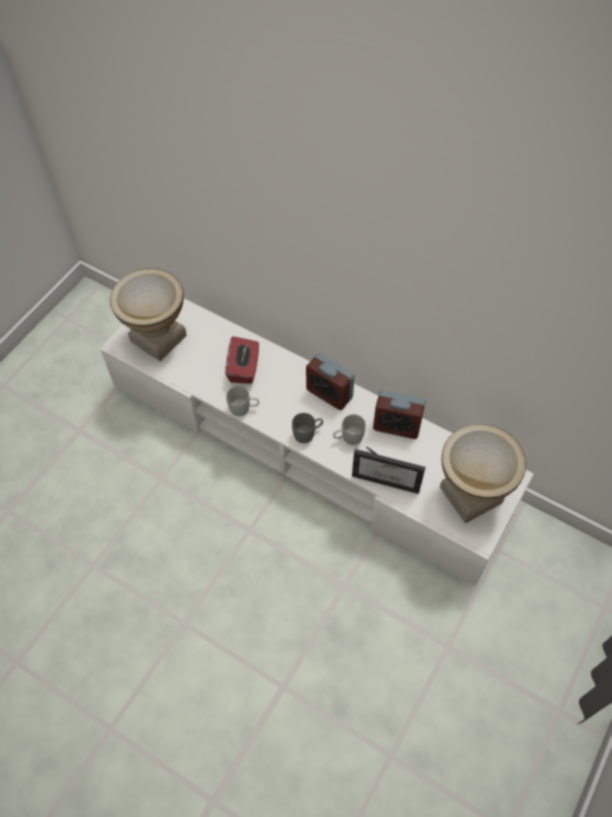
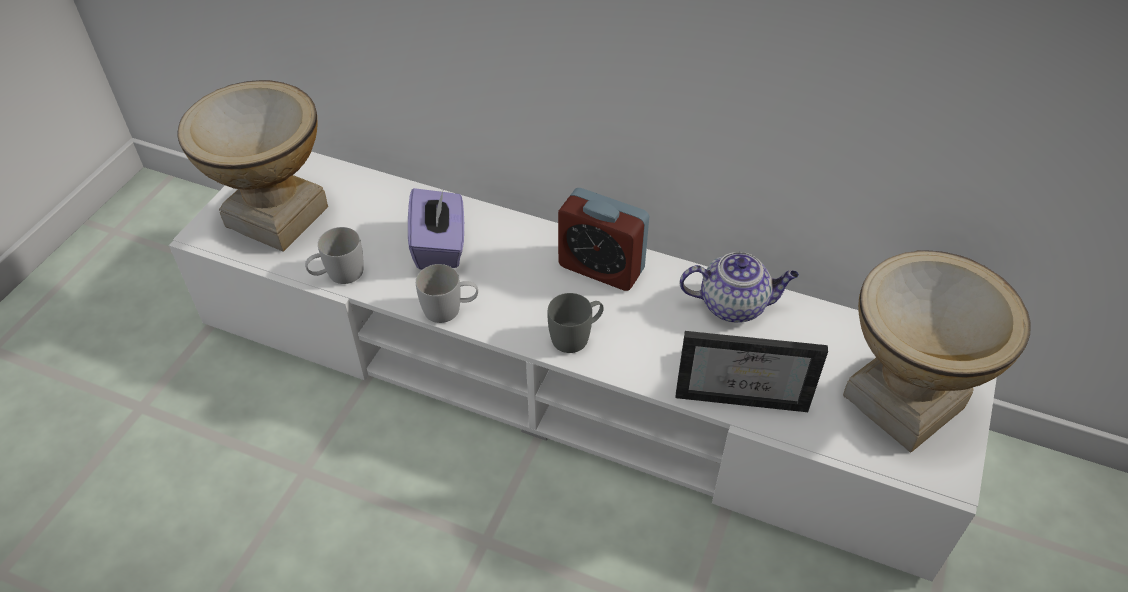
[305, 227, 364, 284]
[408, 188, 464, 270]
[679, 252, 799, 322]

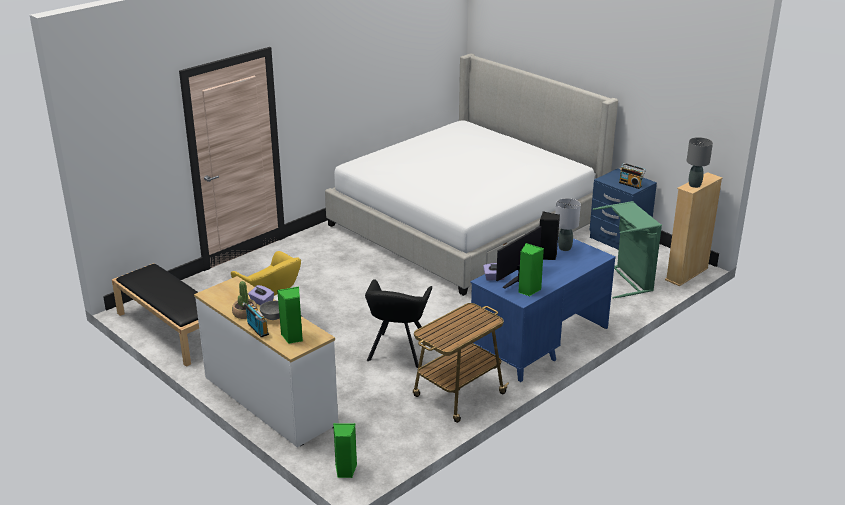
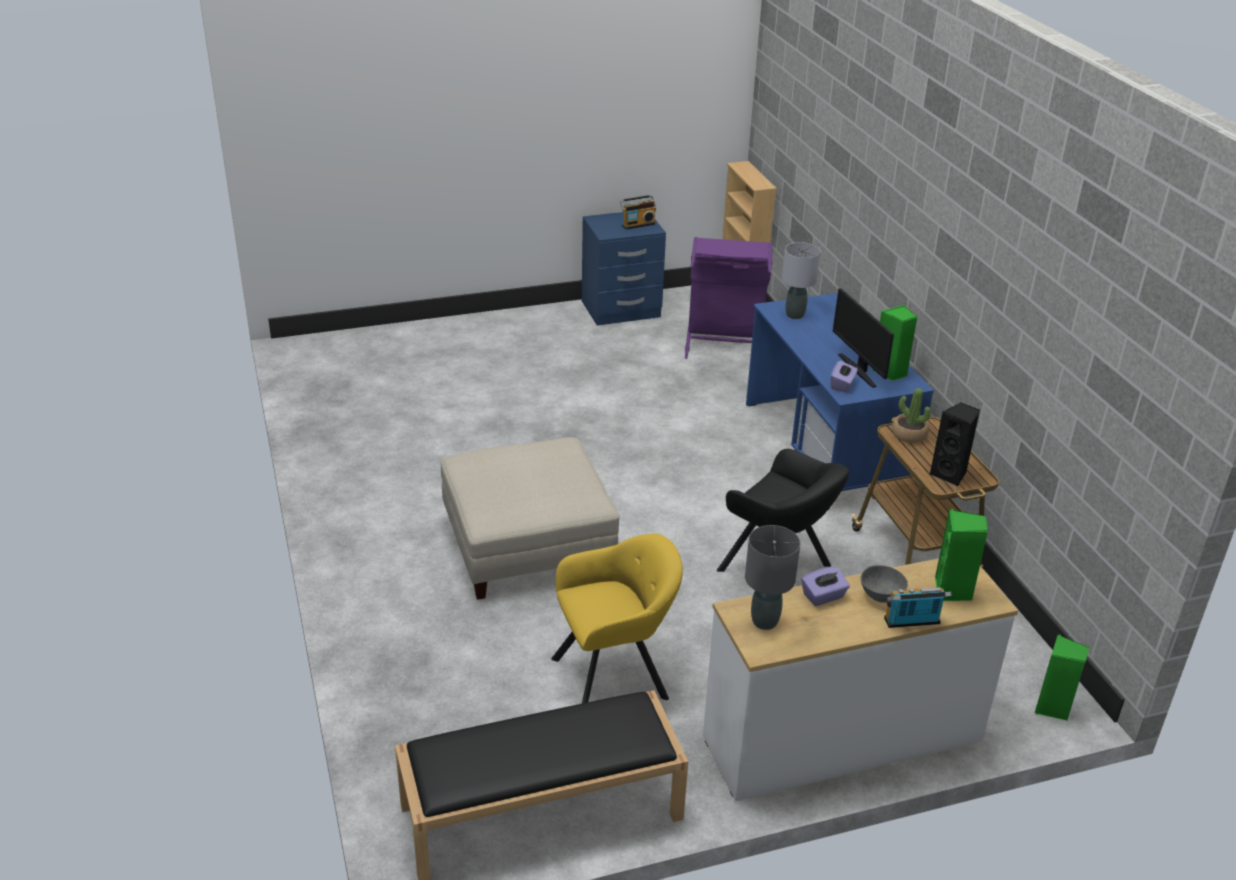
[441, 437, 619, 600]
[685, 237, 772, 359]
[745, 525, 800, 630]
[892, 388, 931, 443]
[930, 402, 980, 486]
[325, 53, 618, 296] (first image)

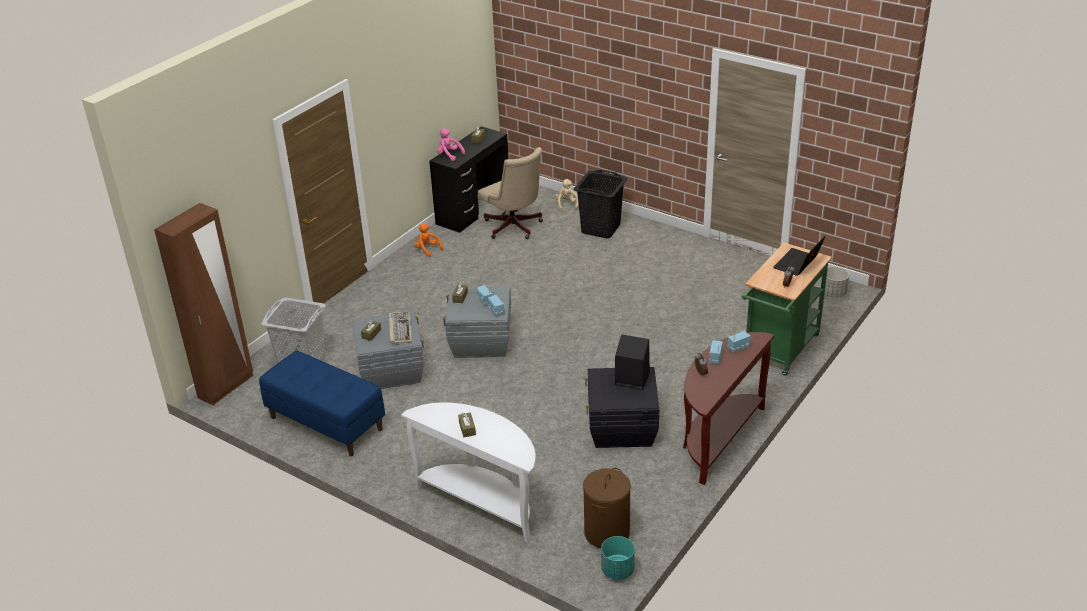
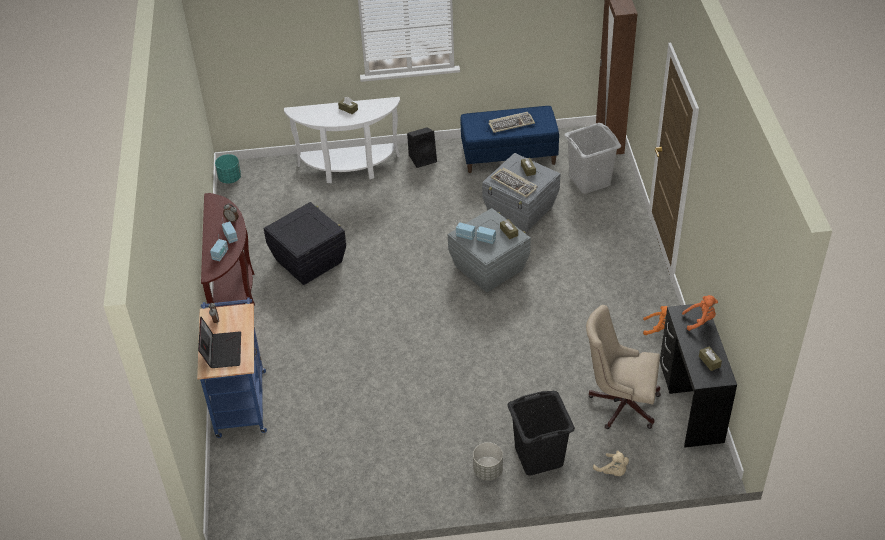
[197, 297, 267, 438]
[407, 127, 437, 168]
[473, 442, 503, 480]
[489, 112, 535, 133]
[682, 295, 718, 331]
[583, 468, 631, 548] (first image)

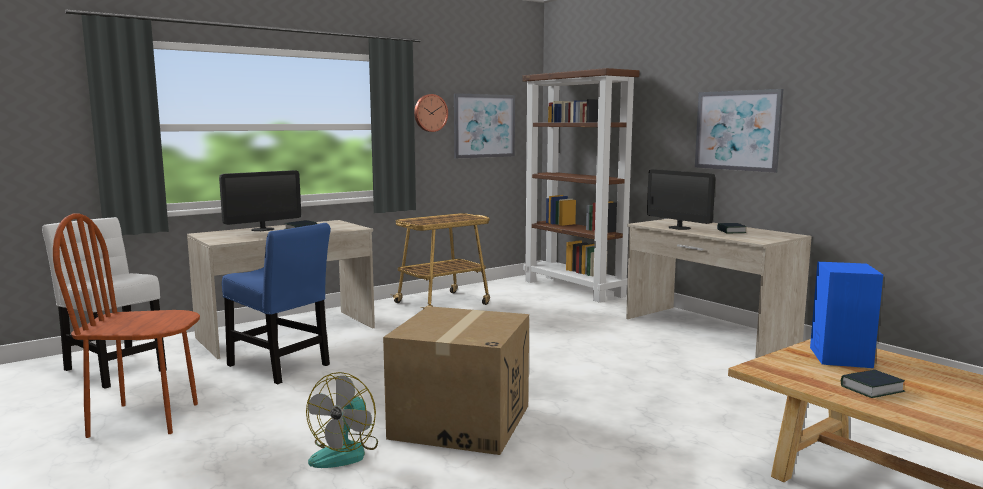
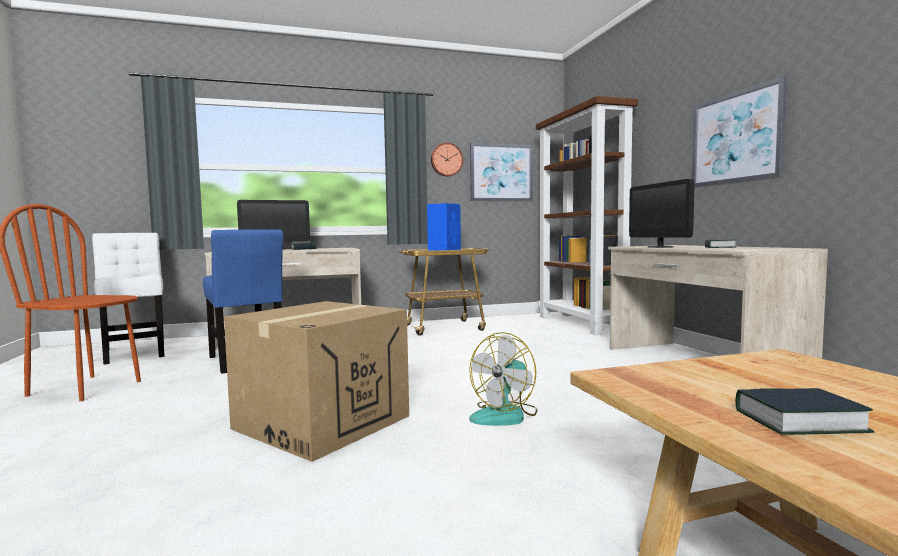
[427, 203, 461, 251]
[469, 332, 538, 426]

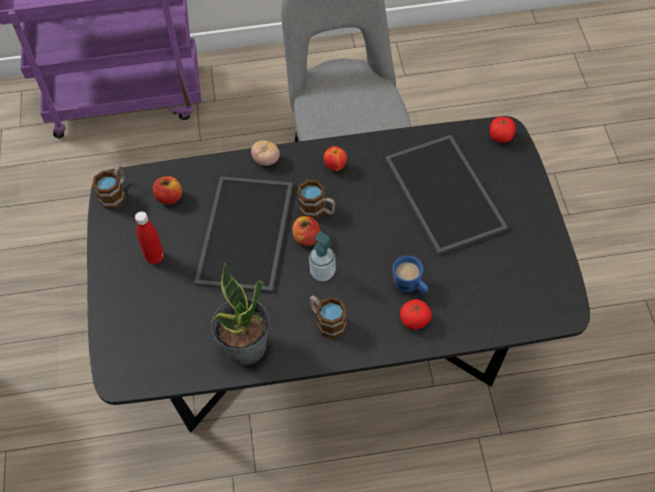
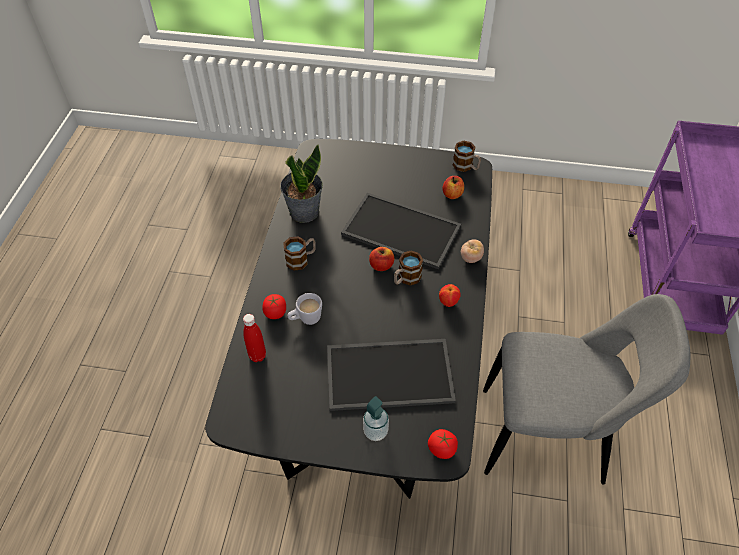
[243, 314, 266, 362]
[287, 293, 322, 325]
[363, 396, 389, 441]

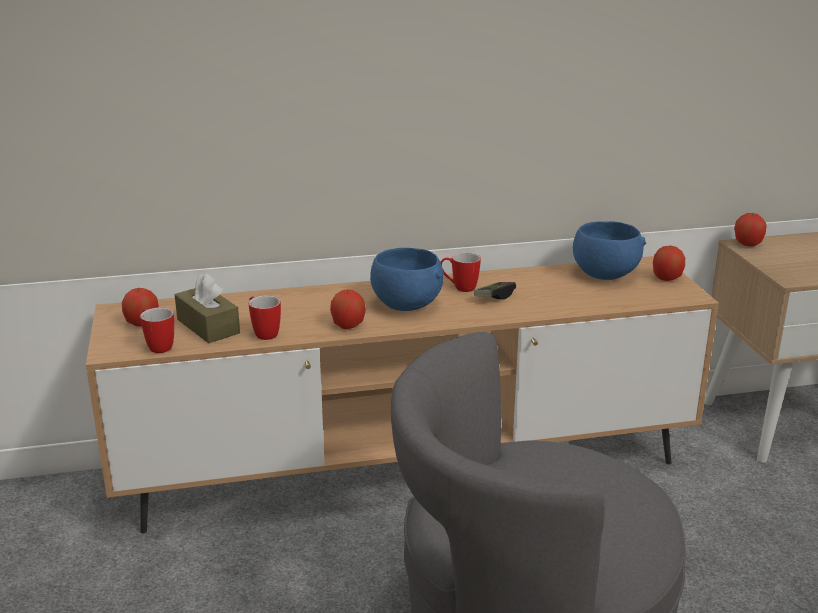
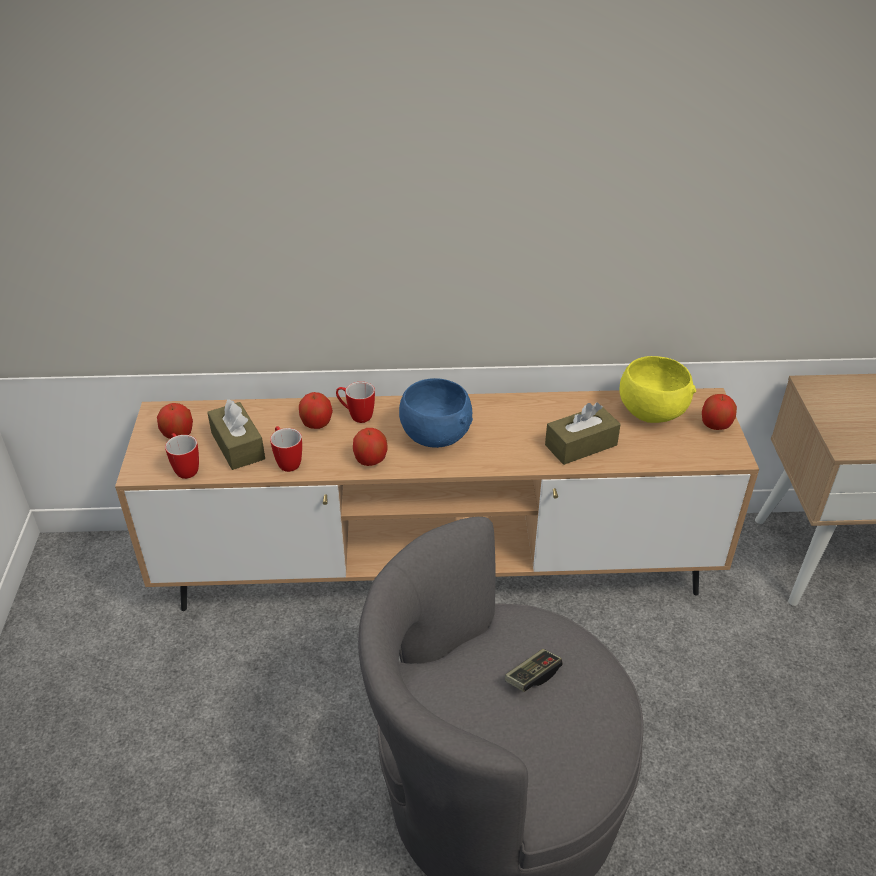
[299, 392, 333, 429]
[336, 382, 375, 423]
[505, 649, 563, 692]
[545, 402, 621, 465]
[619, 356, 696, 423]

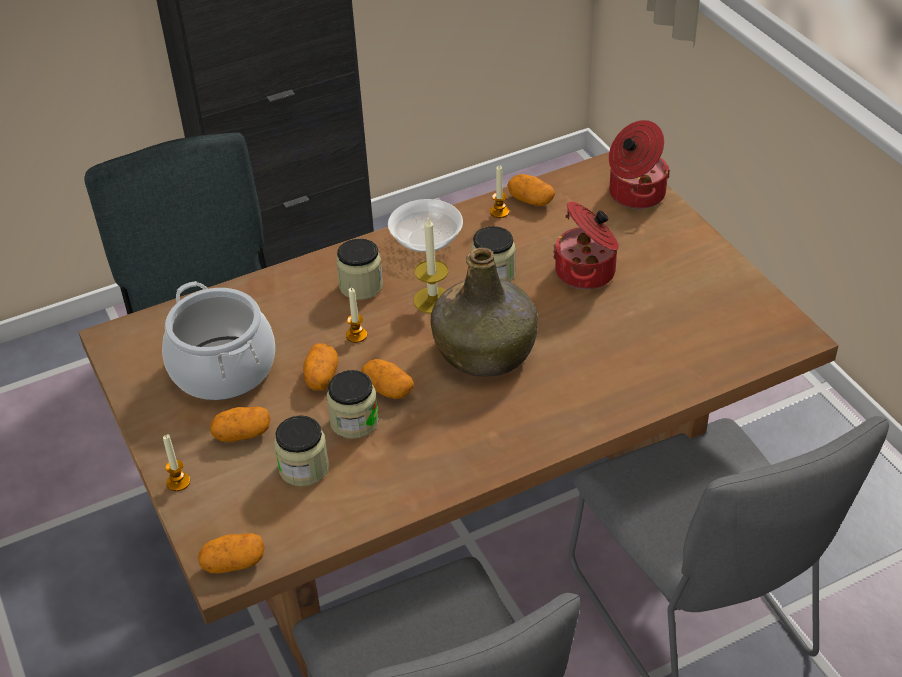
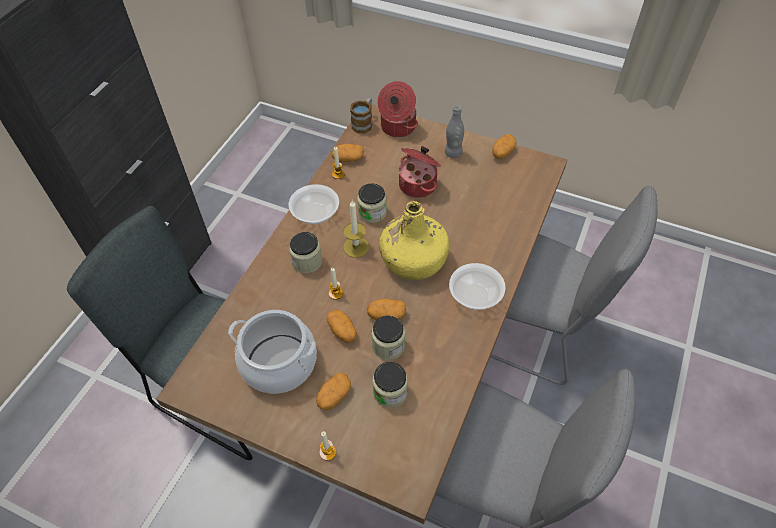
[350, 98, 372, 133]
[379, 201, 449, 280]
[445, 105, 464, 158]
[449, 263, 506, 310]
[492, 134, 517, 159]

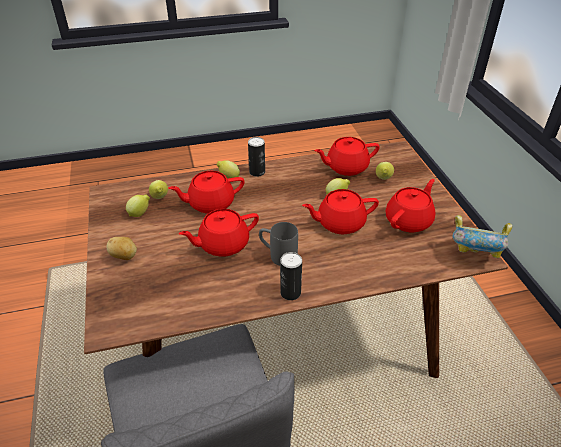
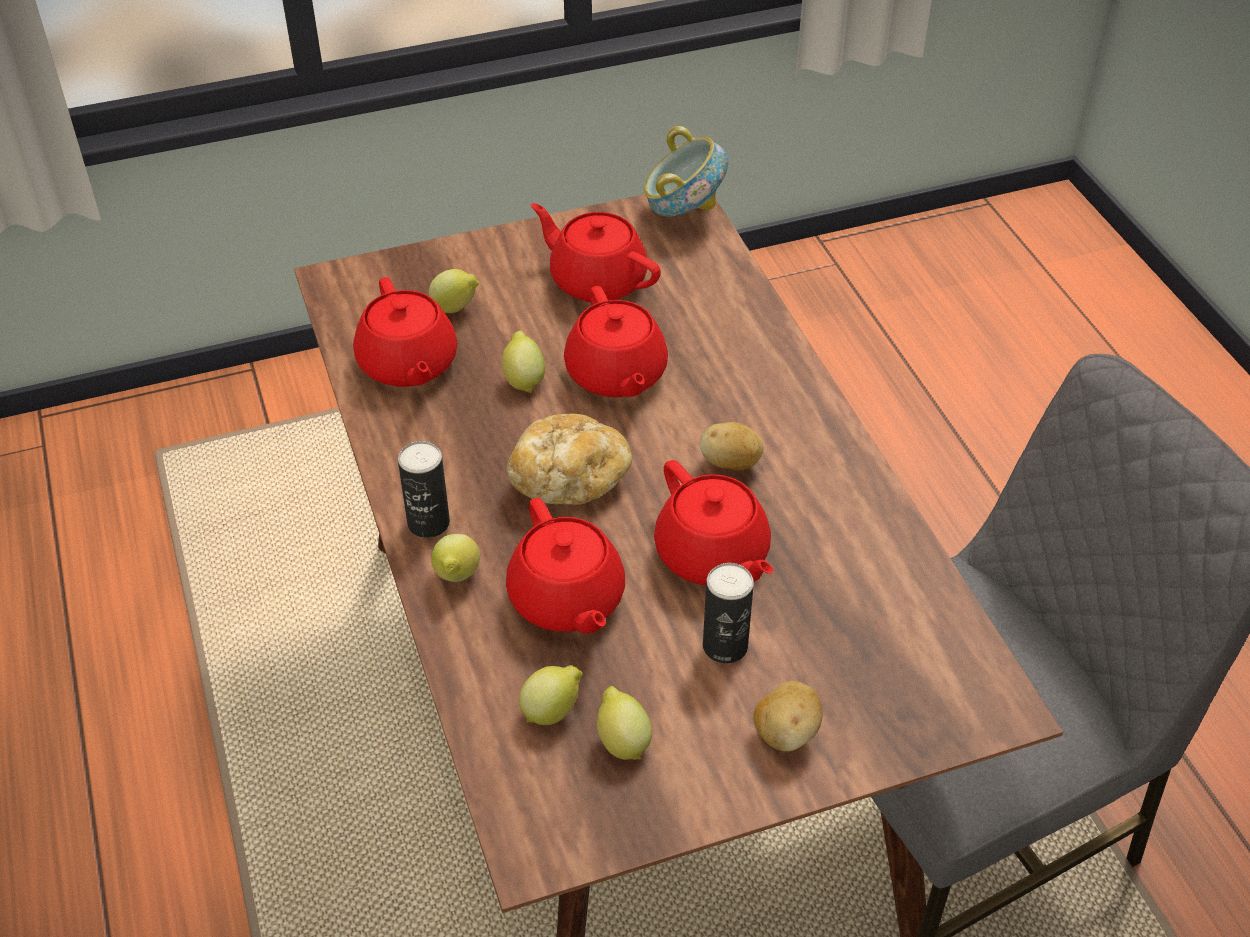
[507, 413, 632, 505]
[700, 422, 764, 470]
[703, 563, 754, 663]

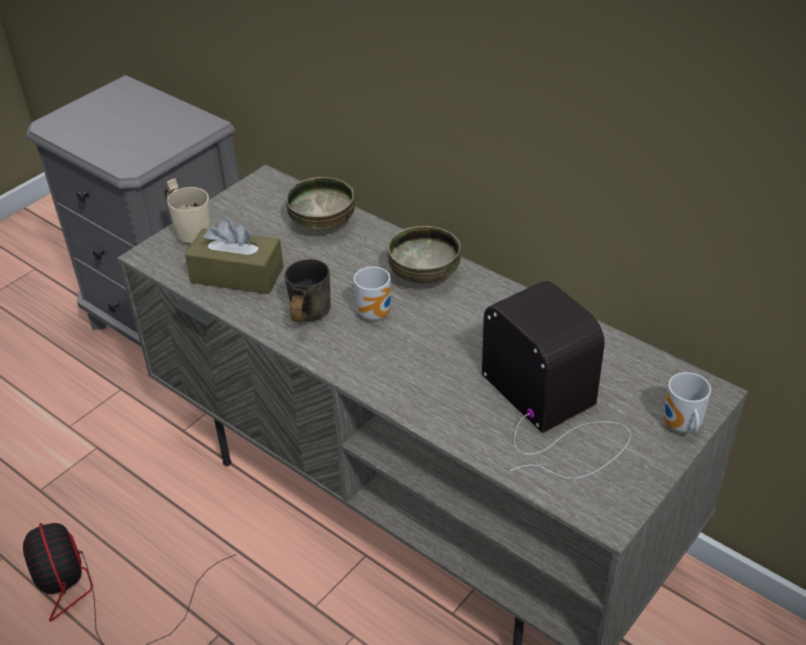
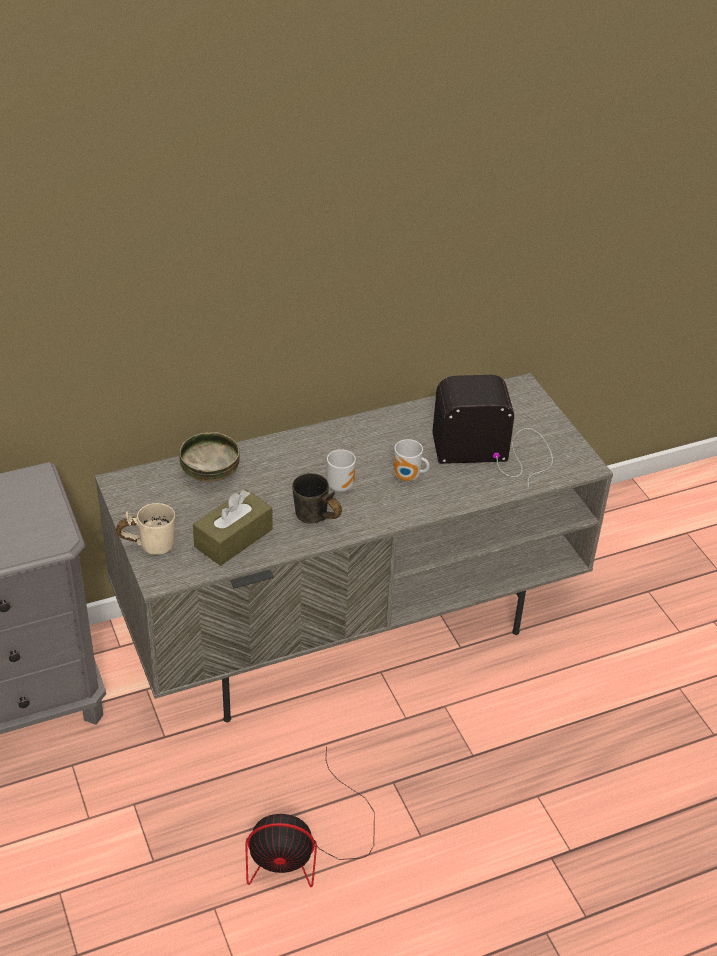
[393, 439, 429, 482]
[388, 226, 461, 283] (first image)

